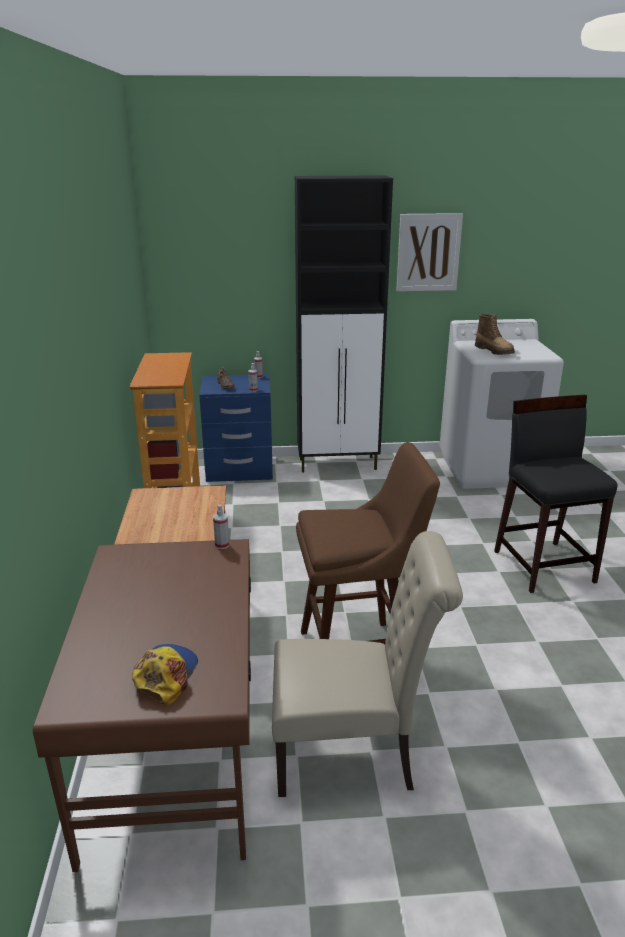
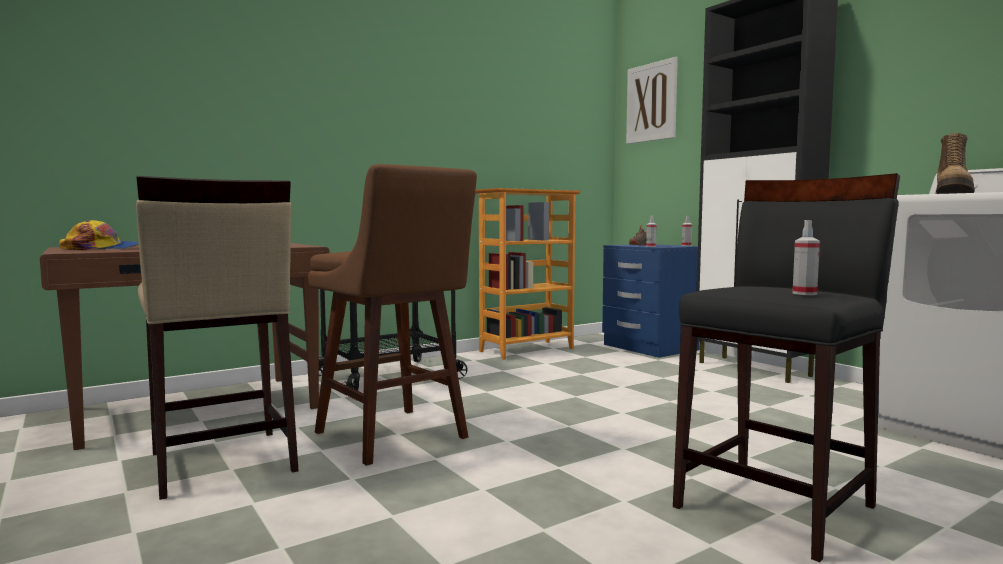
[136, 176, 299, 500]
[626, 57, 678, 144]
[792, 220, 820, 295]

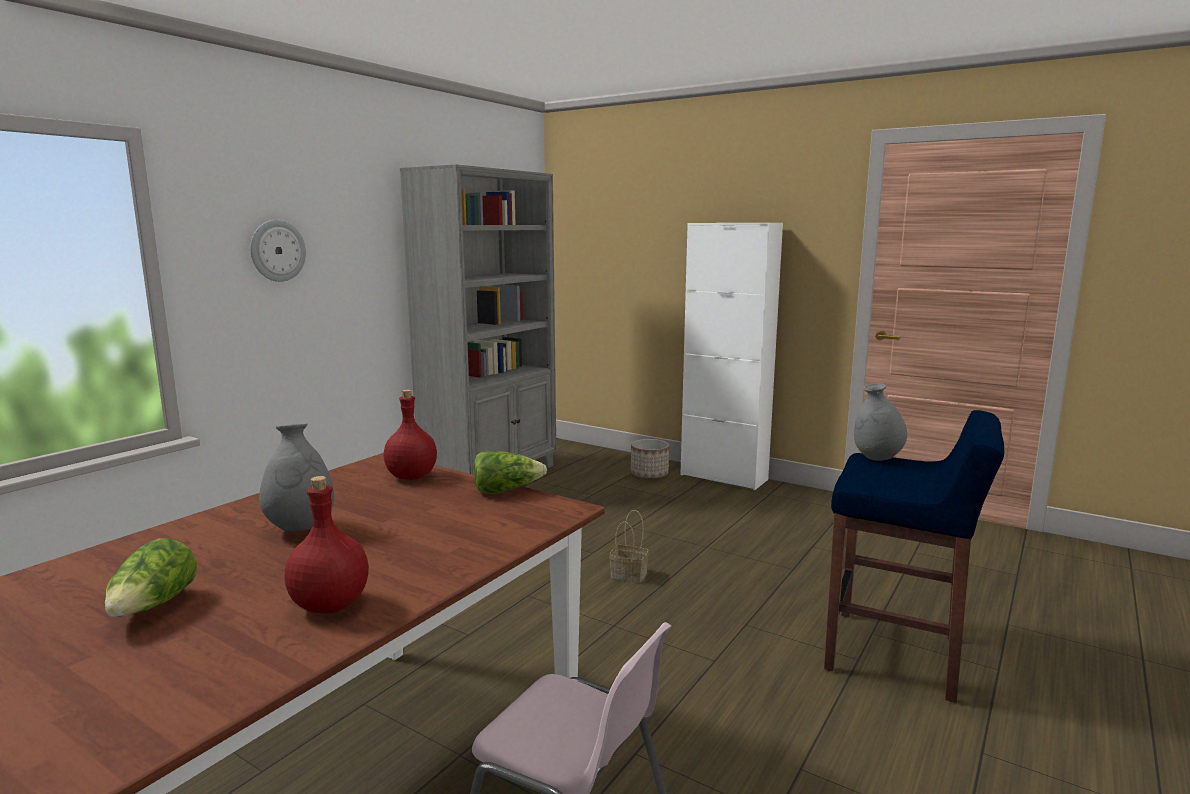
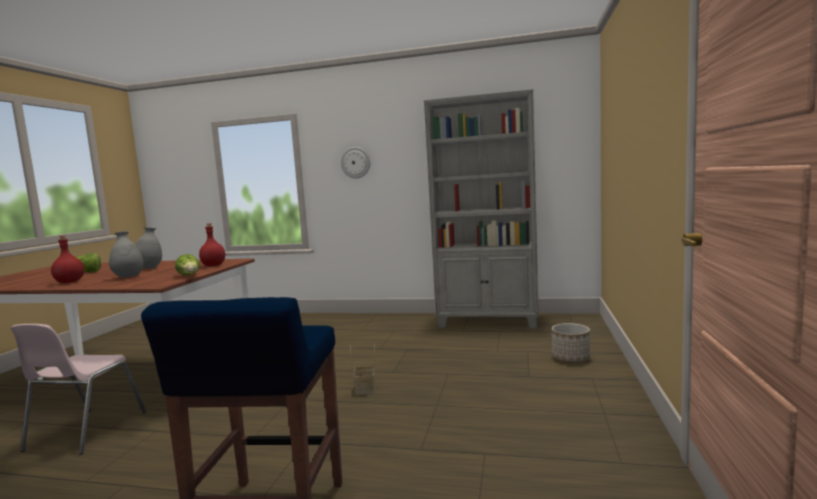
[109, 231, 143, 278]
[680, 223, 783, 490] (first image)

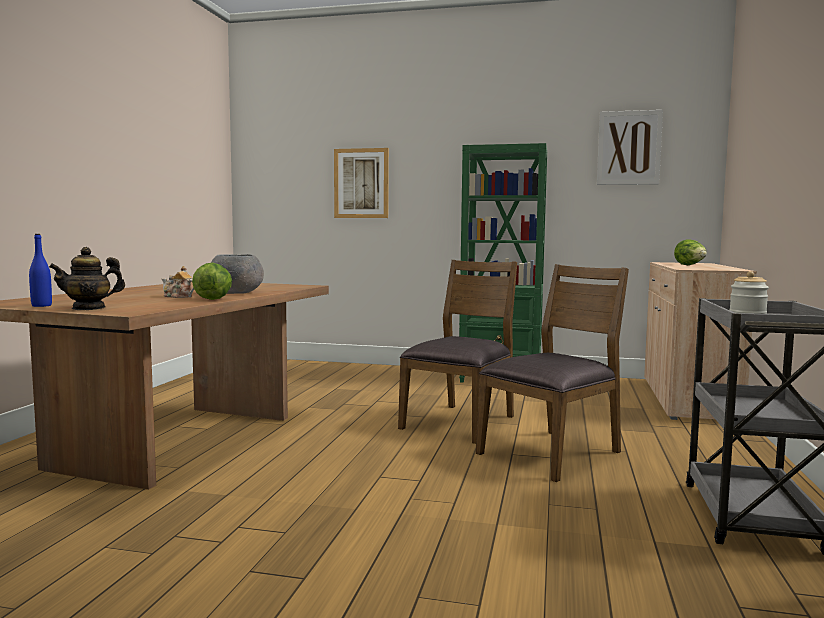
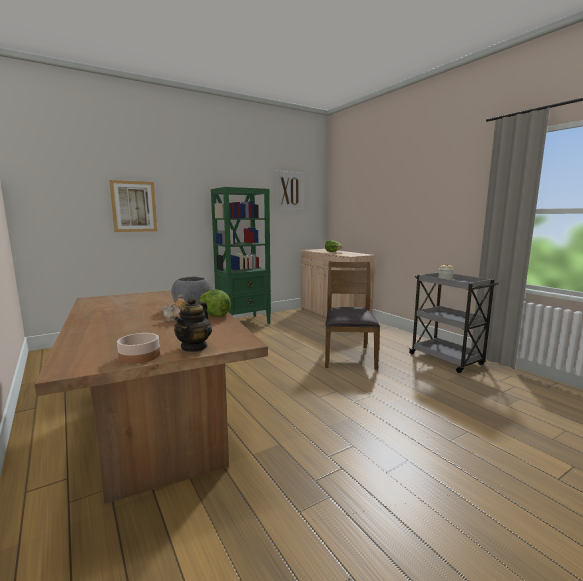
[117, 333, 160, 364]
[398, 260, 517, 444] (first image)

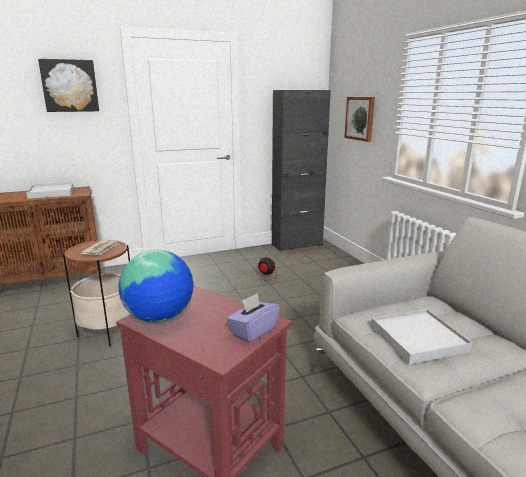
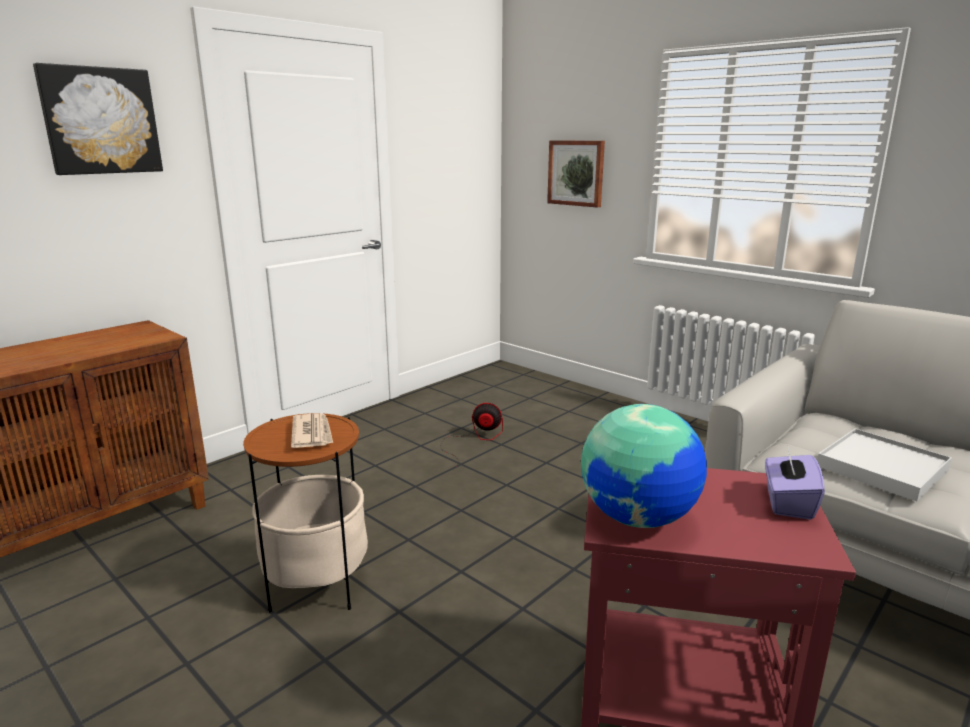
[26, 182, 74, 199] (first image)
[272, 90, 331, 252] (first image)

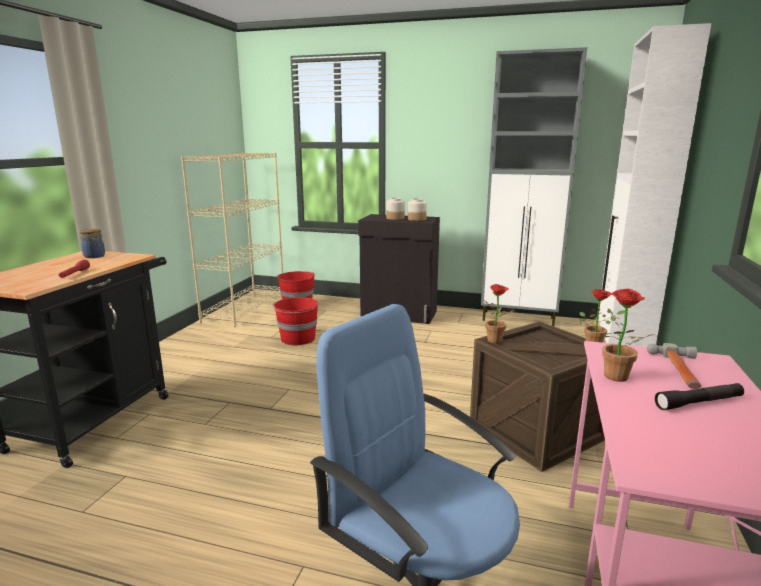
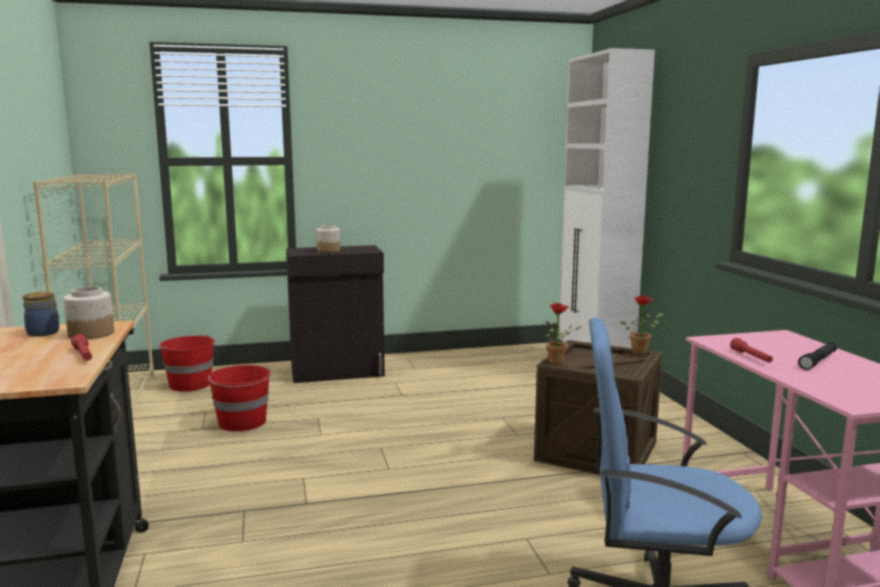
[64, 286, 114, 340]
[730, 338, 773, 363]
[481, 47, 587, 326] (first image)
[647, 343, 701, 389] (first image)

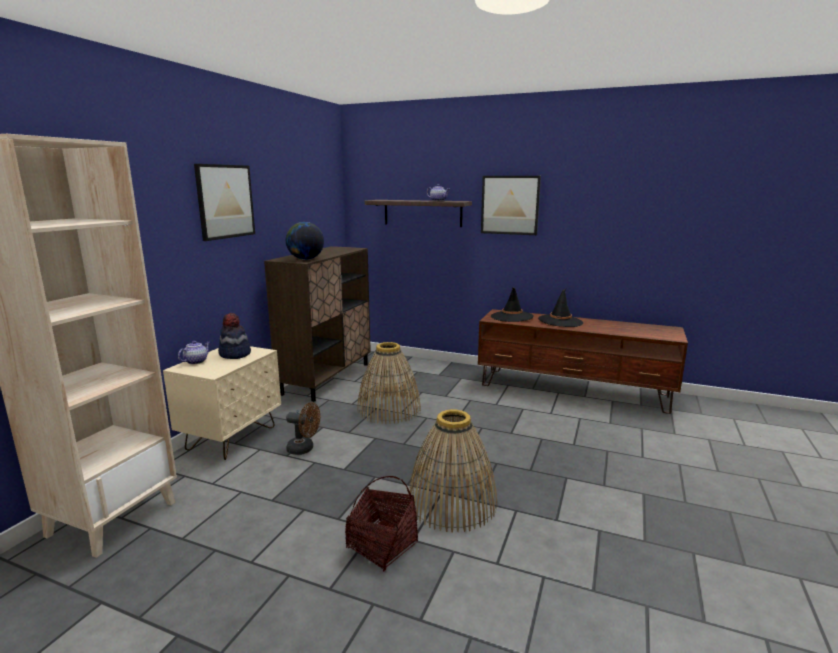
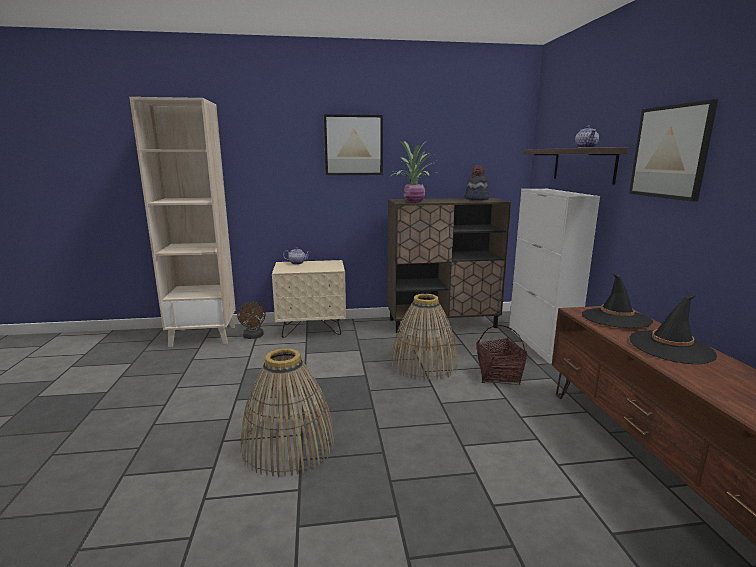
[237, 301, 266, 339]
[379, 141, 442, 202]
[465, 165, 489, 200]
[476, 325, 527, 385]
[509, 189, 600, 364]

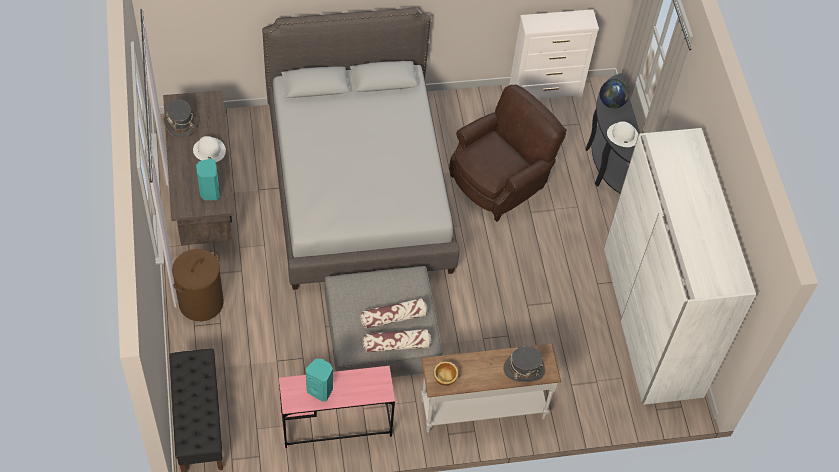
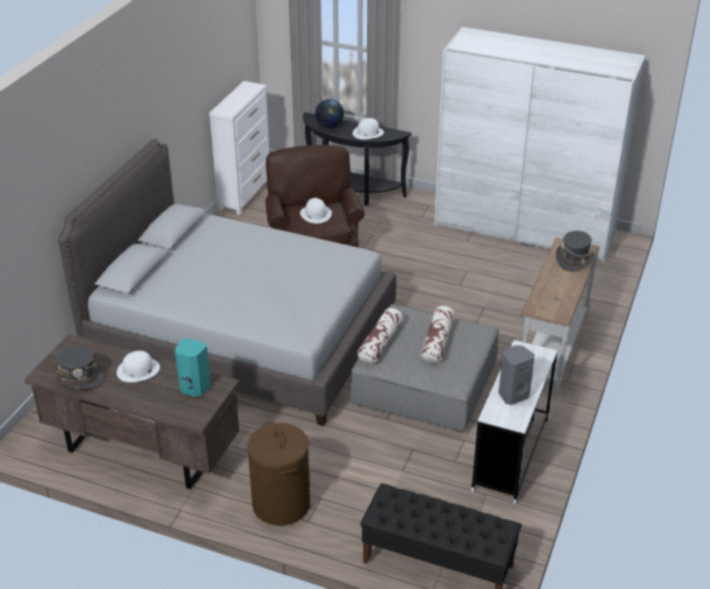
[300, 198, 332, 223]
[357, 308, 403, 364]
[471, 340, 558, 504]
[499, 345, 535, 405]
[434, 361, 458, 386] (first image)

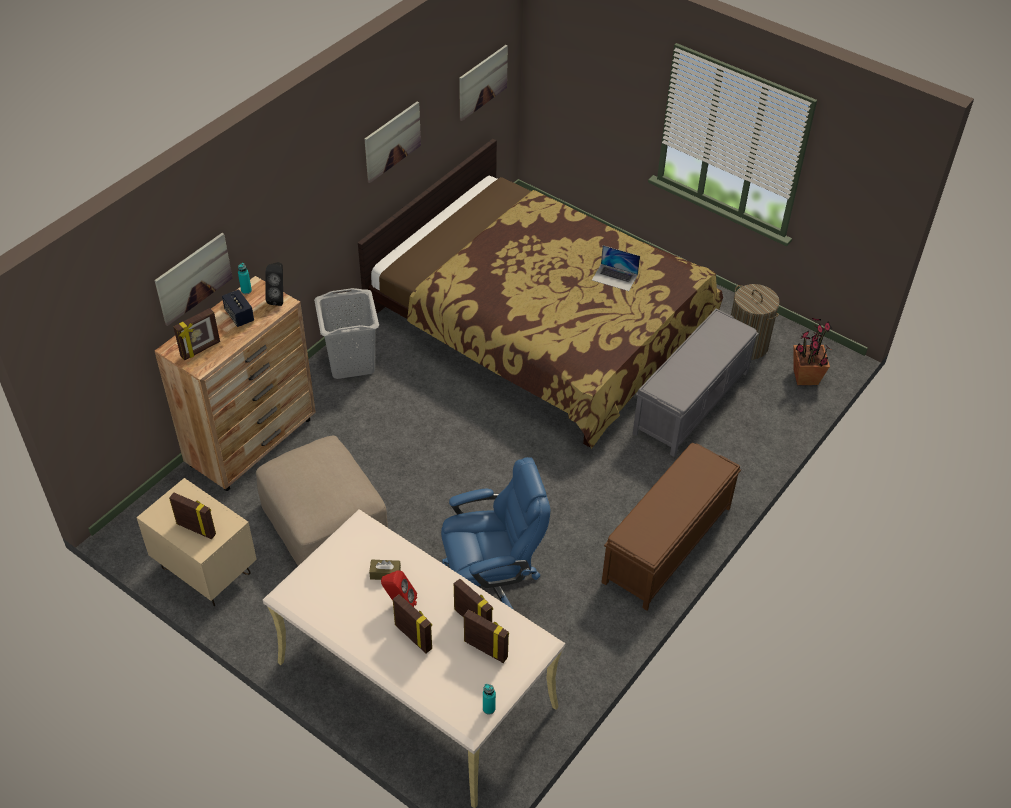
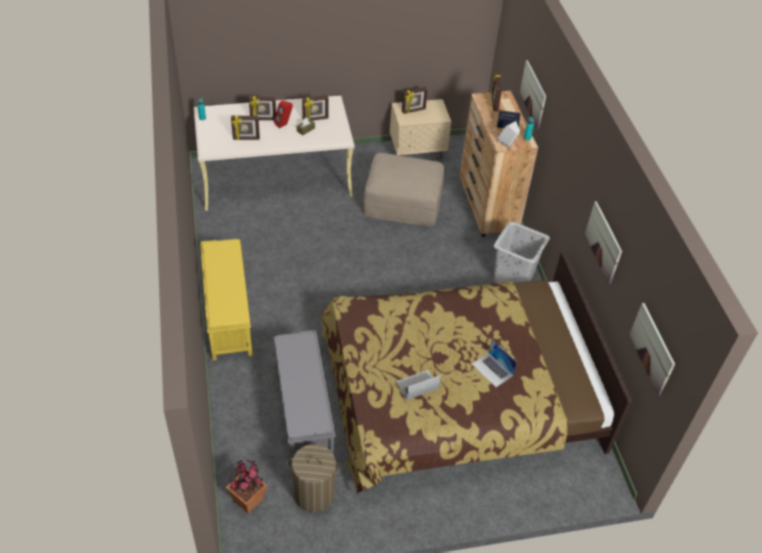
[200, 239, 253, 361]
[302, 95, 329, 121]
[472, 340, 517, 387]
[497, 121, 520, 146]
[441, 457, 550, 610] (first image)

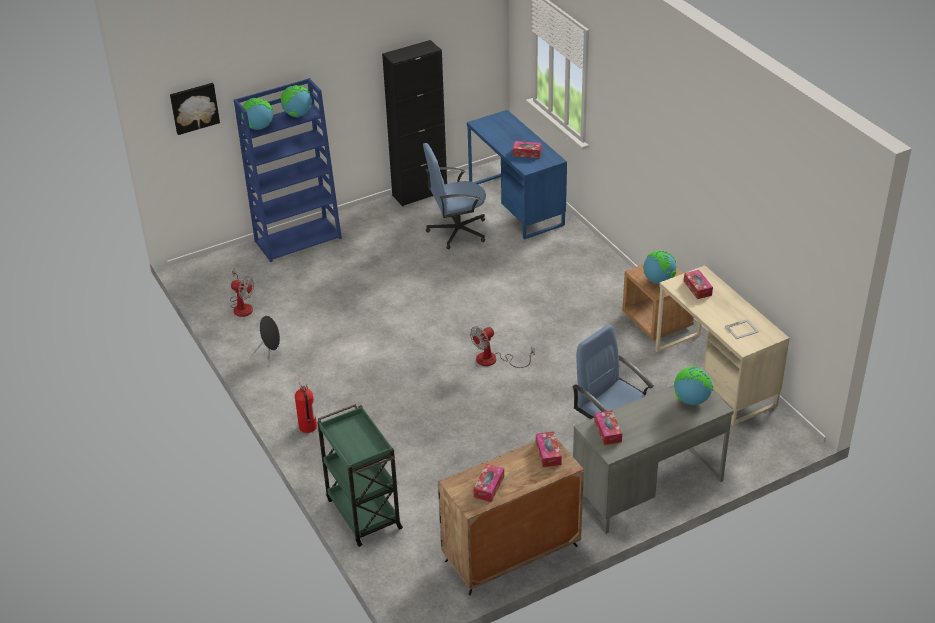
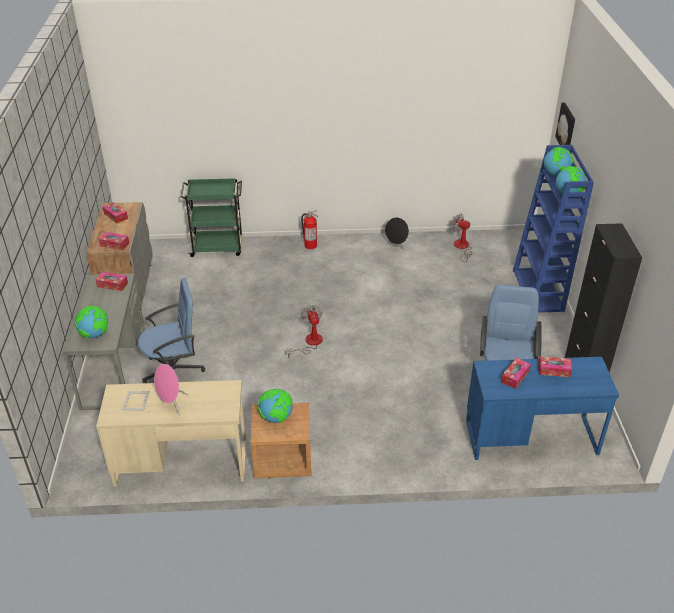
[154, 364, 188, 416]
[452, 214, 472, 263]
[538, 356, 572, 377]

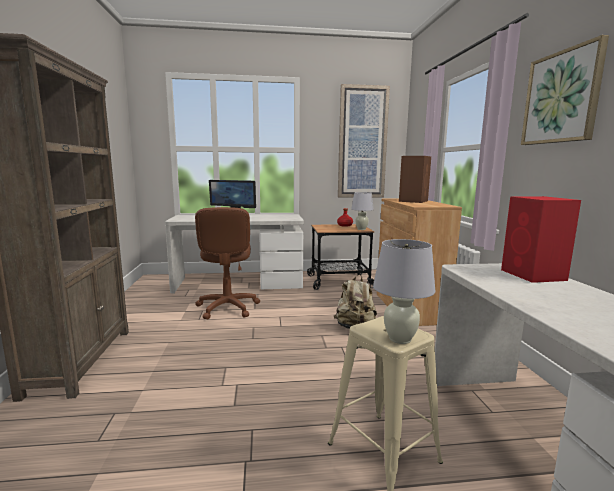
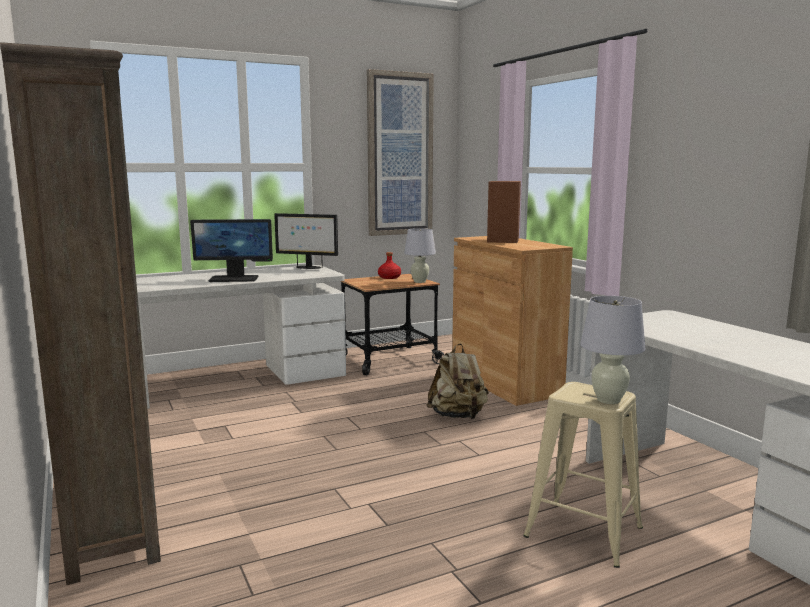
[274, 213, 338, 269]
[195, 207, 260, 319] (first image)
[501, 196, 581, 283] (first image)
[521, 35, 609, 145] (first image)

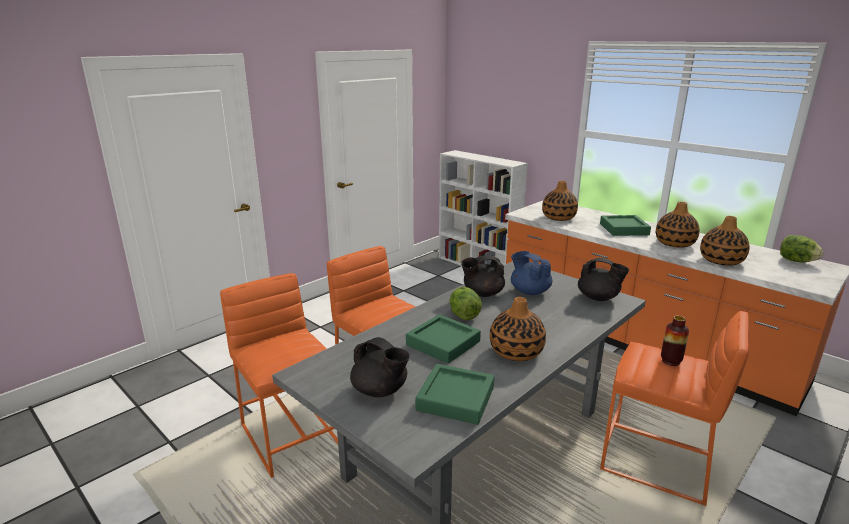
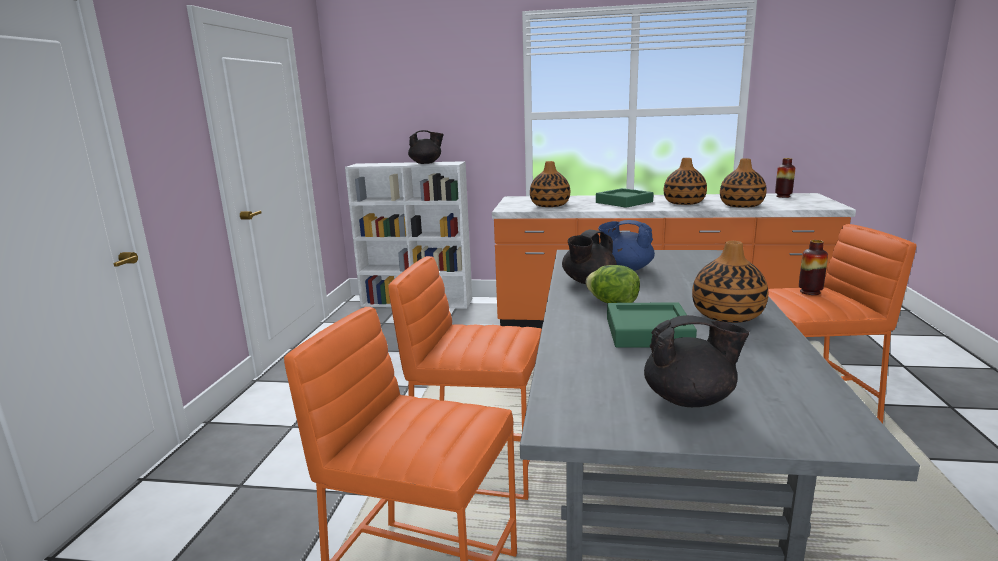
[408, 130, 444, 164]
[775, 158, 795, 198]
[415, 364, 494, 425] (first image)

